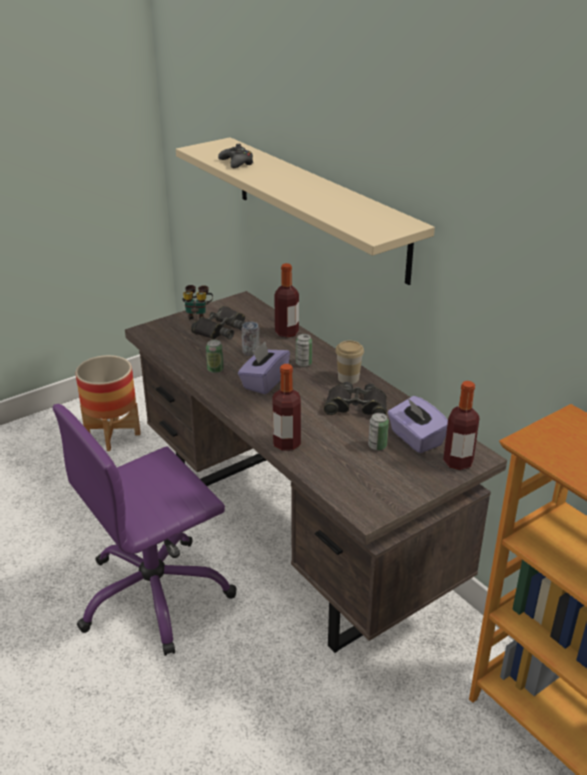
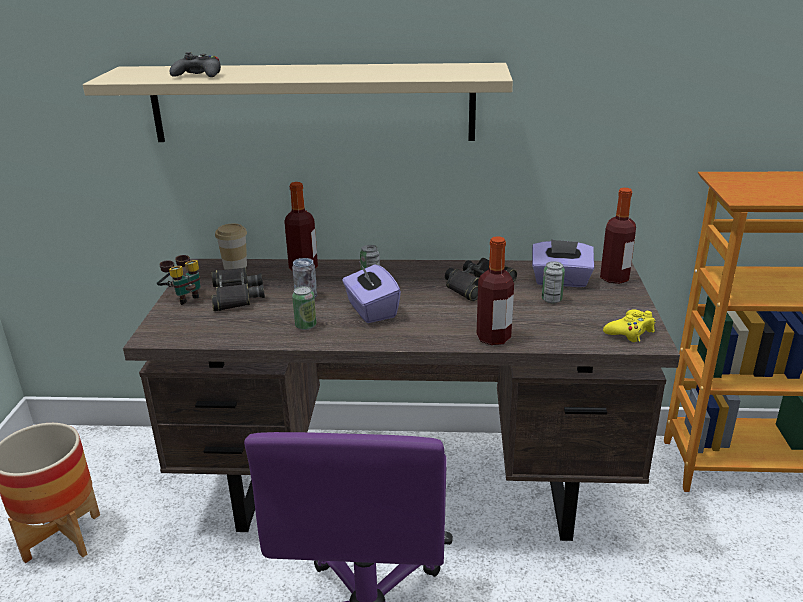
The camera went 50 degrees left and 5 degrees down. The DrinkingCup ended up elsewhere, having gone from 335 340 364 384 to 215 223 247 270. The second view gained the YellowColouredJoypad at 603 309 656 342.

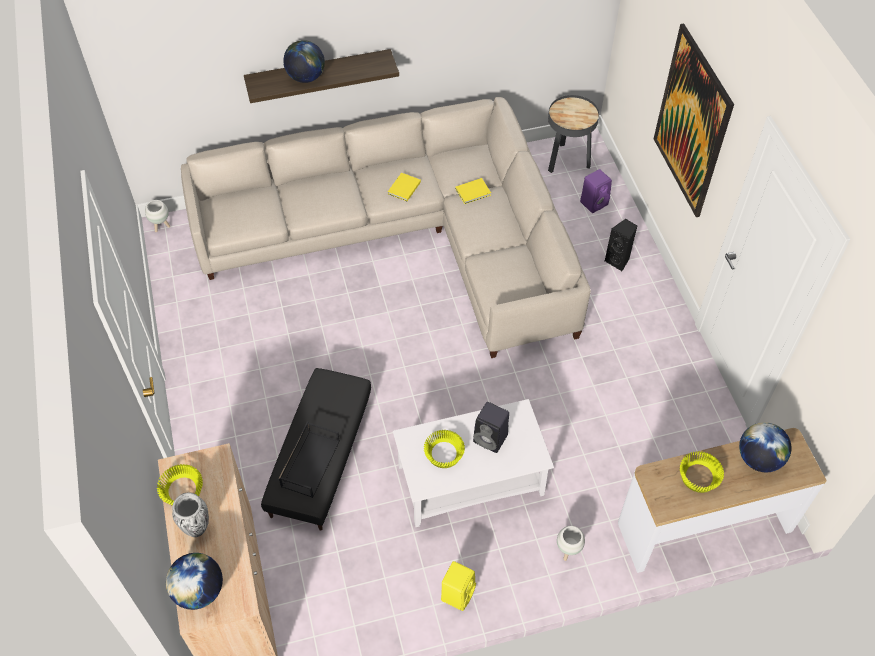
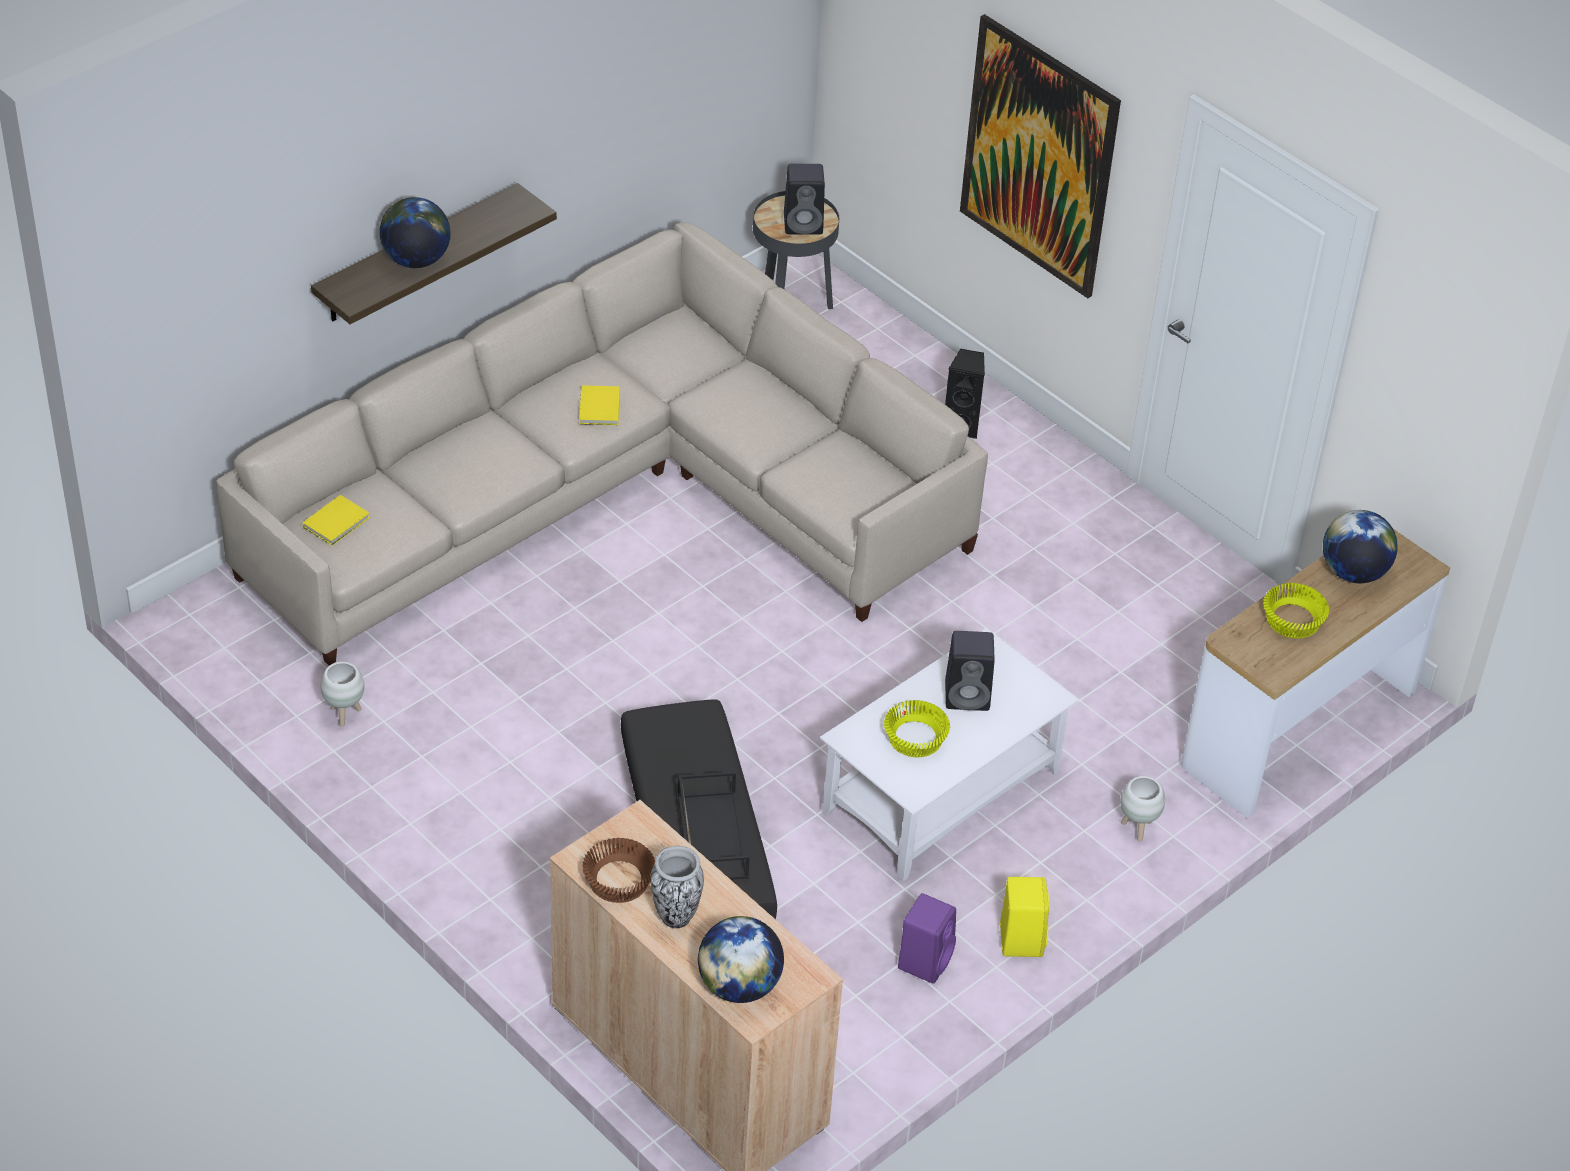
The camera went 30 degrees left and 10 degrees down. The PurpleSpeaker ended up elsewhere, having gone from 580 169 612 213 to 898 893 956 984. The YellowColouredBoundBook ended up elsewhere, having gone from 455 178 491 204 to 303 495 370 546. The WhitePlanter ended up elsewhere, having gone from 145 200 170 232 to 321 662 364 727. What was the YellowColouredDeepDish at 157 464 203 506 turned into the BrownDeepDish at 582 838 655 903. The second view gained the BlackSpeaker at 784 164 825 235.

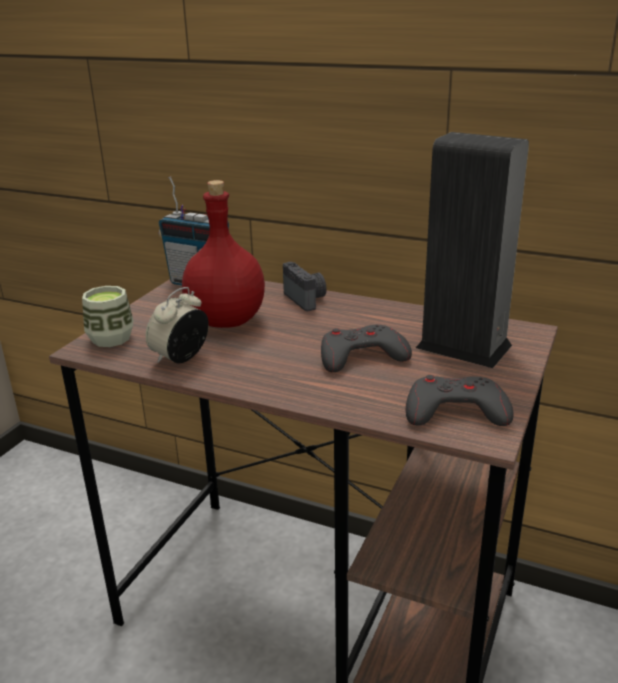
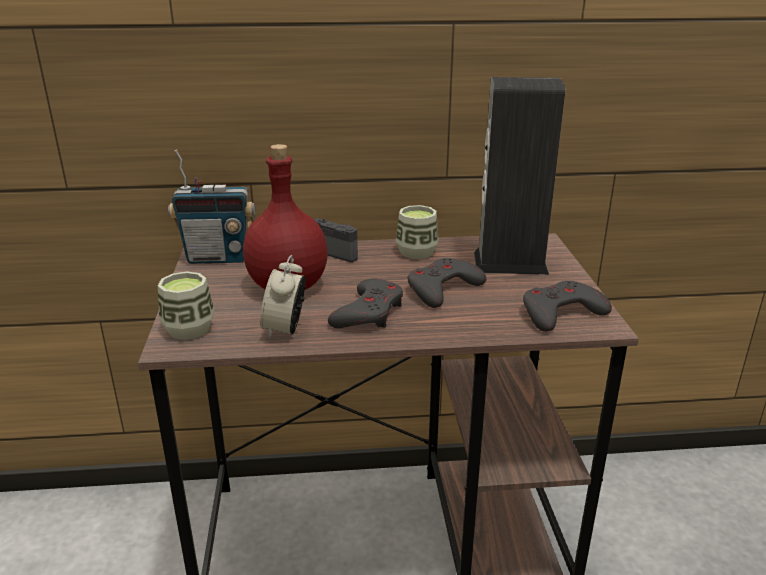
The camera went 30 degrees left and 0 degrees up. The second view gained the DrinkingCup at 396 205 438 259. The second view gained the GreyishJoypad at 328 279 403 328.

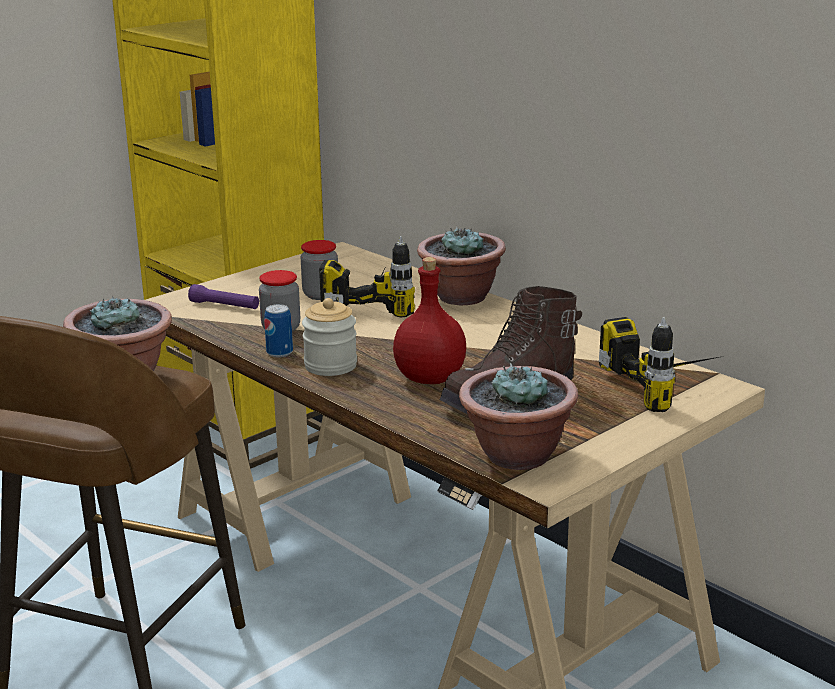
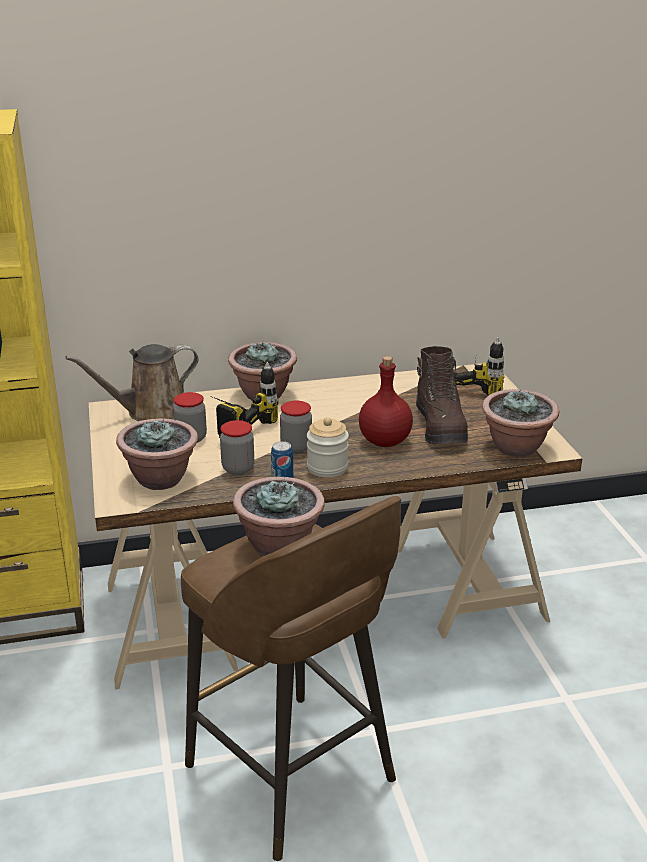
The camera went 60 degrees left and 5 degrees up. Where the PurpleTorch stood at 188 284 259 309, the PottedPlant came to stand at 116 418 198 490. The second view gained the BrownSprinklingCan at 65 344 198 421. The second view gained the Jar at 280 401 312 453.

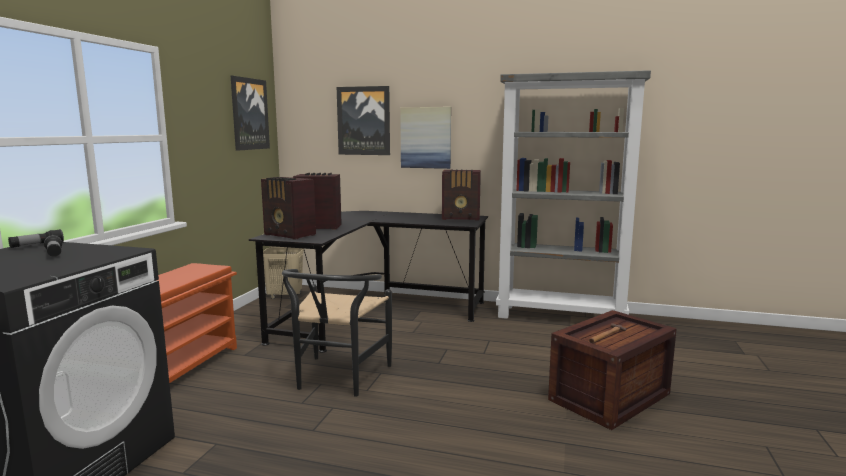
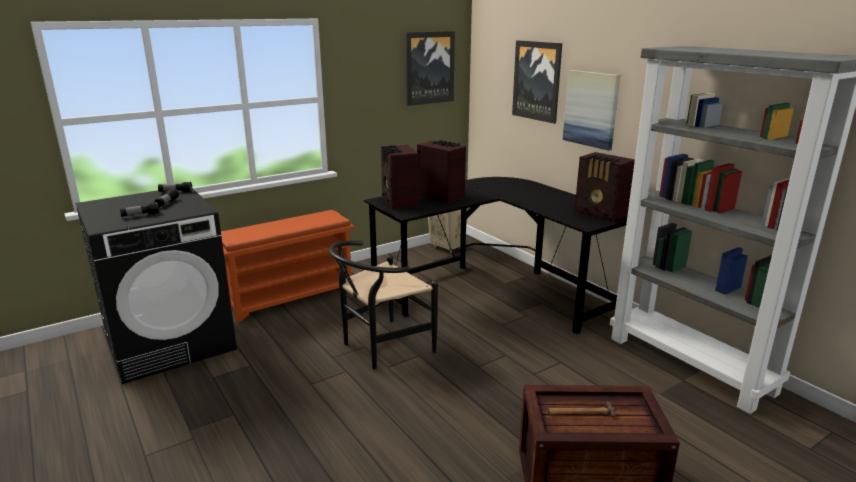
The camera went 40 degrees right and 10 degrees up. The second view gained the Torch at 120 202 159 217.

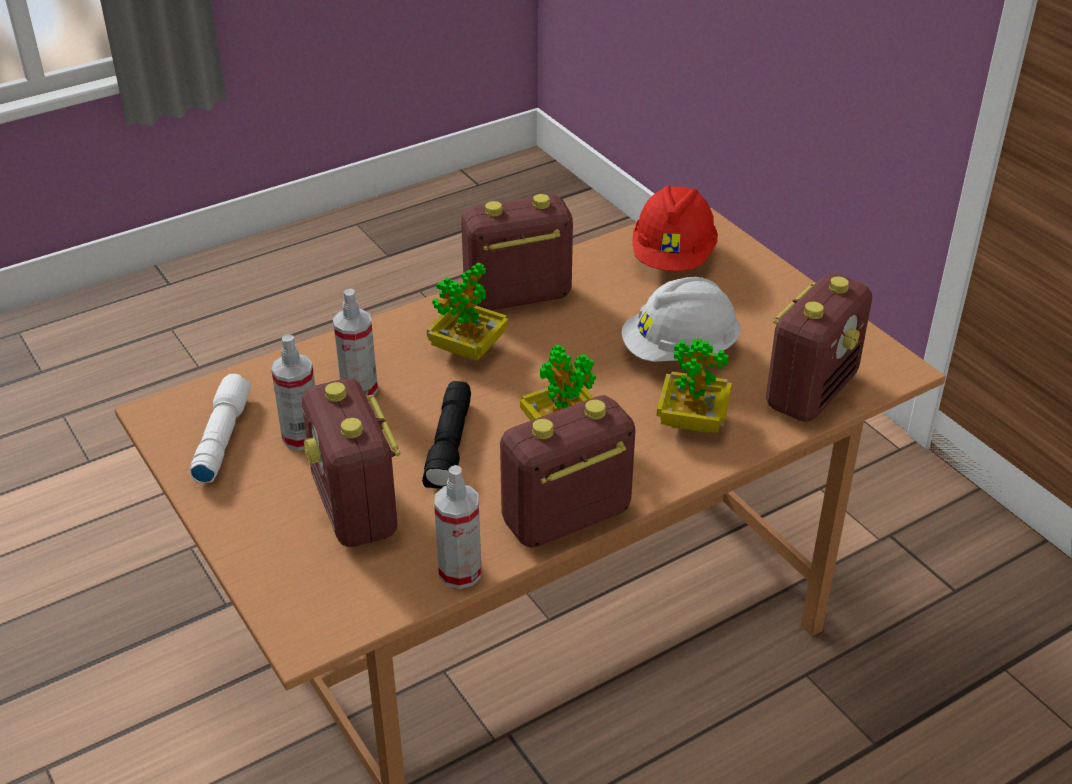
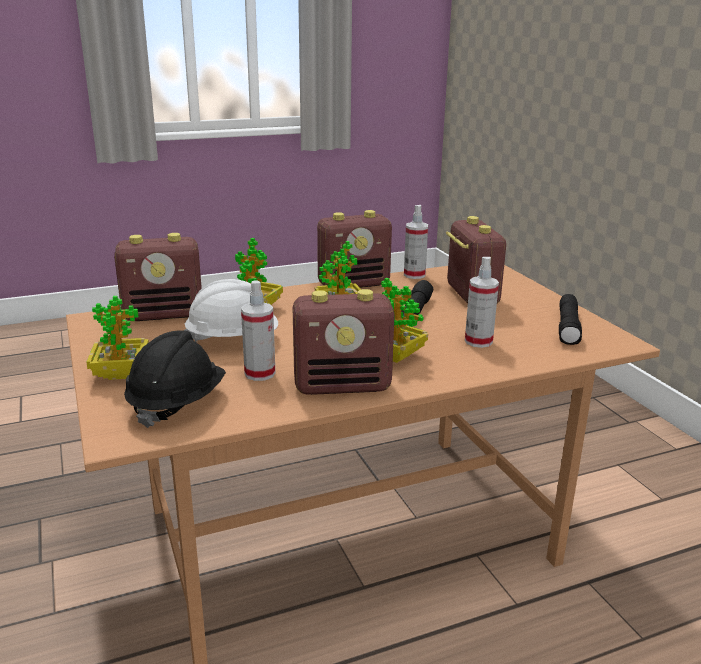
The camera went 170 degrees left and 15 degrees down. What was the ReddishWorkHelmet at 632 185 718 271 turned into the BlackWorkHelmet at 124 330 226 428. The Radio at 766 273 872 422 ended up facing another way, 150 degrees counterclockwise from before. The HandSprayer ended up elsewhere, having gone from 271 334 315 451 to 241 280 275 381. What was the WhiteTorch at 190 374 251 483 turned into the BlackTorch at 559 294 582 345. The second view gained the PottedPlant at 86 296 149 380.

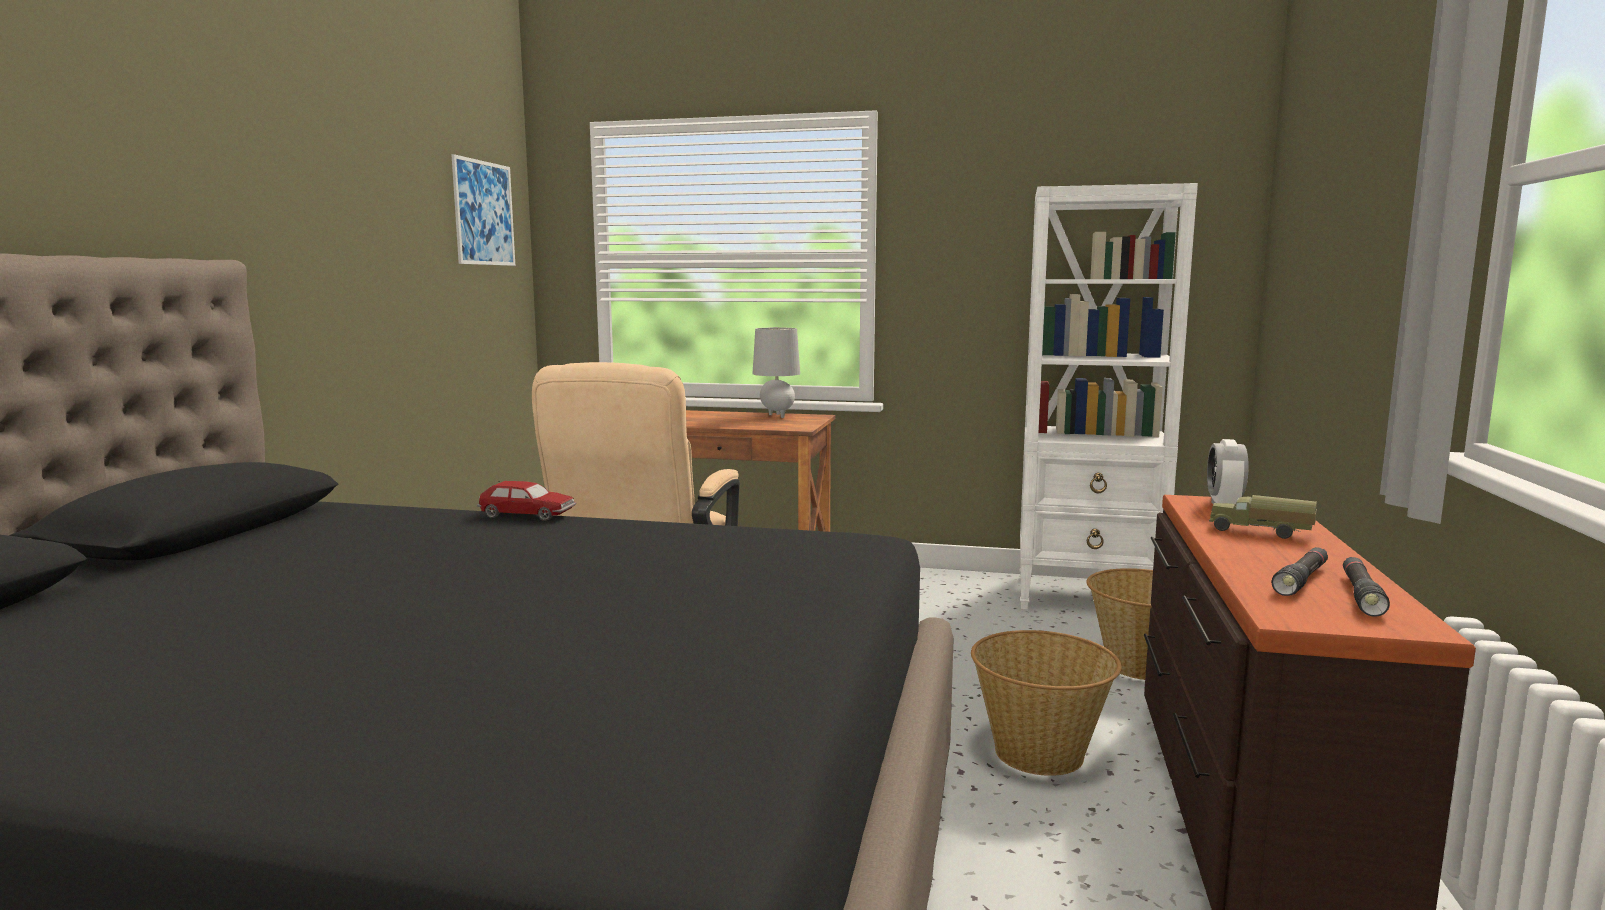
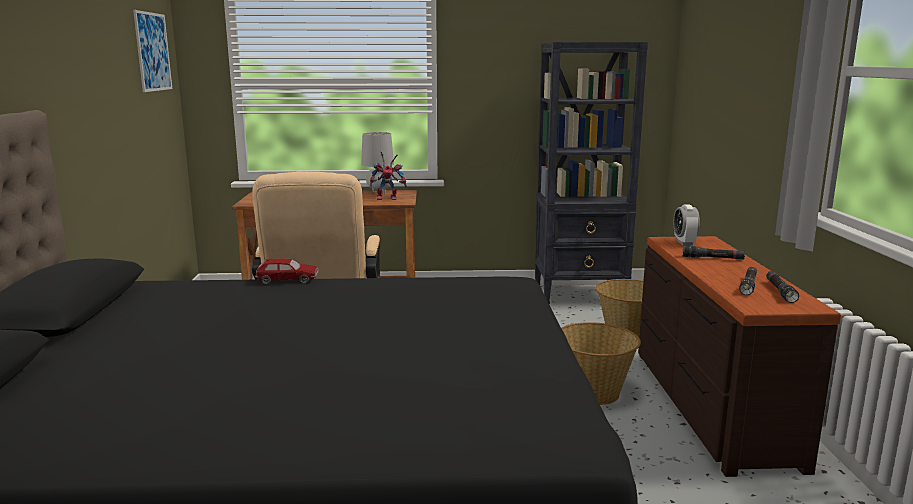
The camera went 15 degrees left and 5 degrees up. What was the WhiteBookshelf at 1020 183 1198 609 turned into the BlackBookshelf at 535 42 648 304. Where the ToyTruck stood at 1209 495 1317 539, the BlackTorch came to stand at 682 246 745 259. The second view gained the ModelRobot at 370 151 407 200.

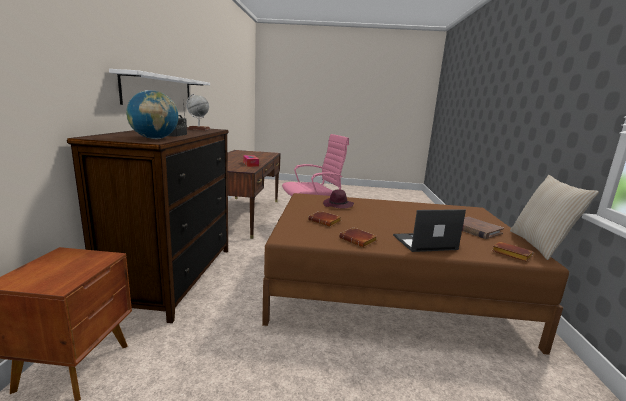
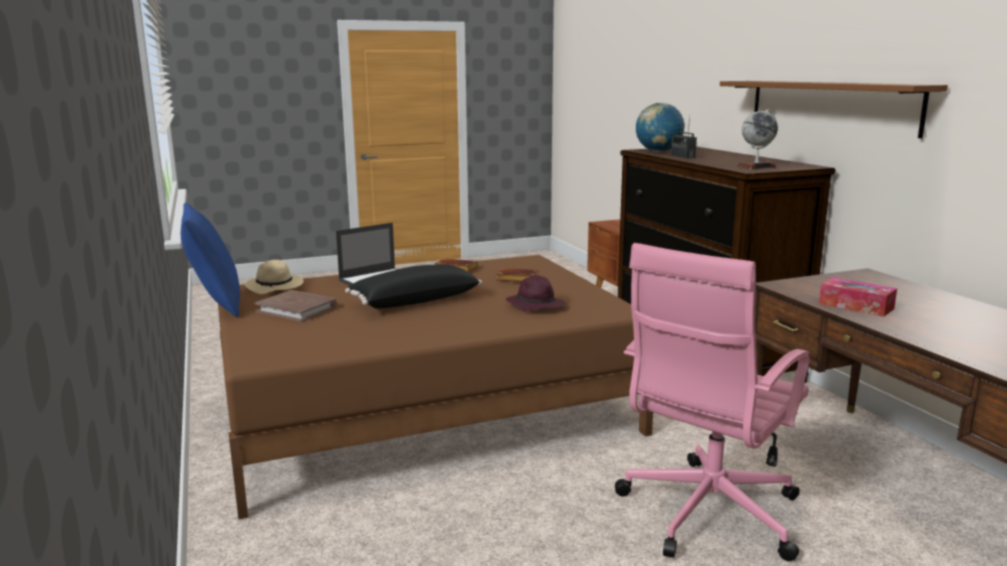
The camera went 155 degrees right and 0 degrees up. What was the WhiteWallShelf at 109 69 210 105 turned into the BrownWallShelf at 720 81 948 138. What was the BeigeColouredCushion at 510 175 599 260 turned into the BlueCushion at 181 203 240 317. Where the BrownBoundBook stood at 492 242 534 262, the BeigeColouredWearableHat came to stand at 245 260 303 294. The second view gained the BlackCushion at 345 265 482 309.

